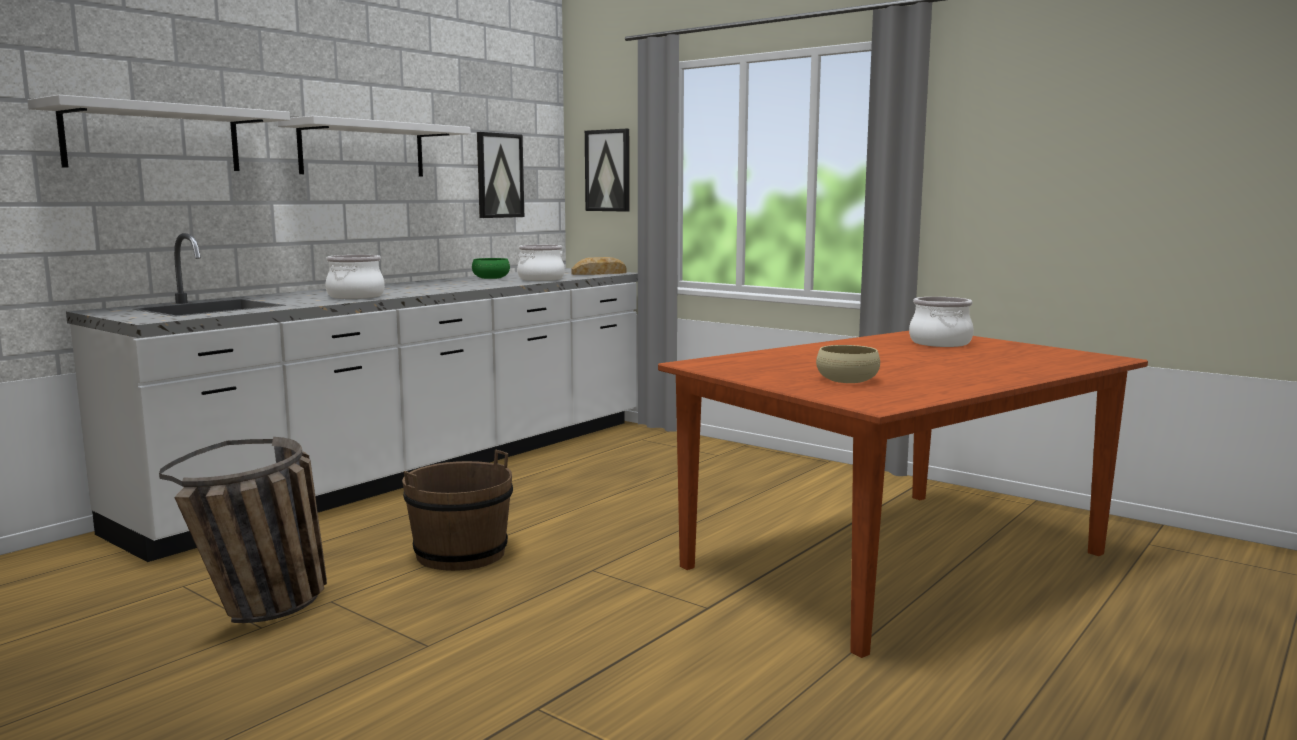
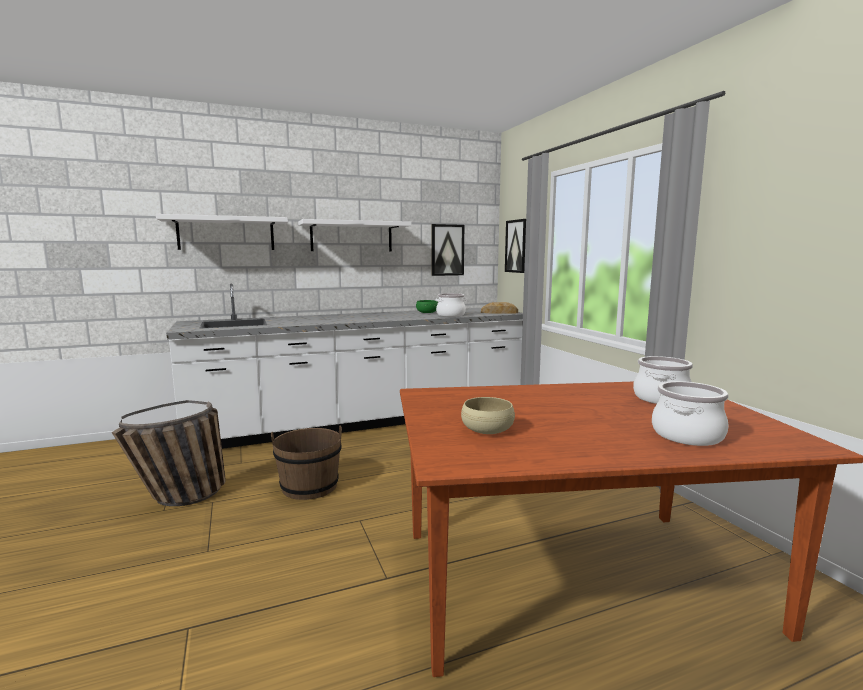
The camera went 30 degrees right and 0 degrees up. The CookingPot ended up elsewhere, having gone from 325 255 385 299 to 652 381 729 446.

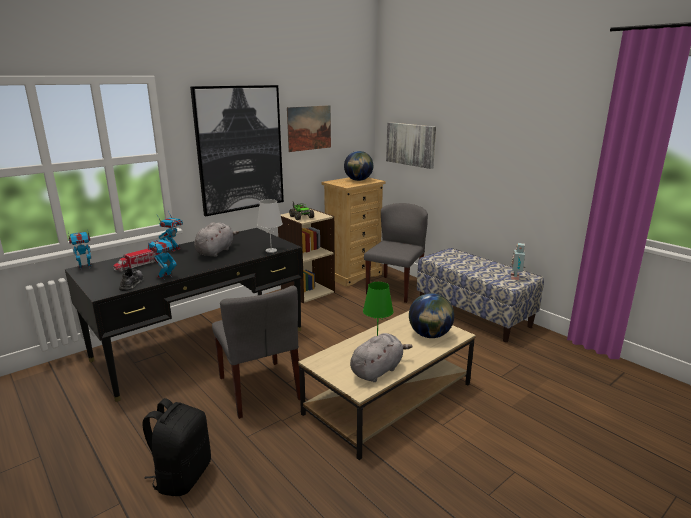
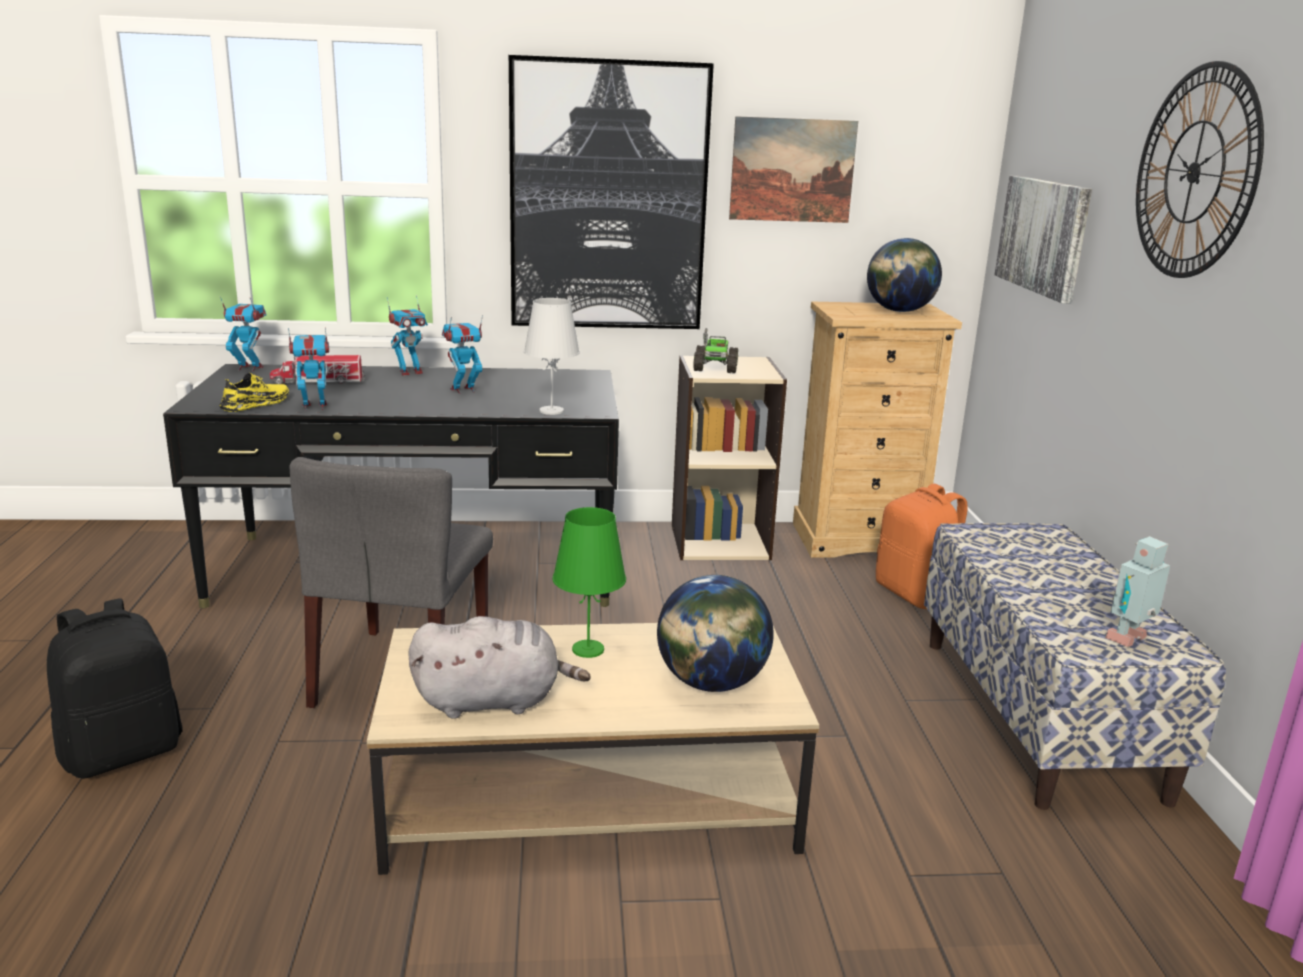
The camera went 35 degrees right and 0 degrees up. Where the GreyishUprightChair stood at 364 203 428 303, the OrangeKnapsack came to stand at 876 484 968 609. Where the GreyishSoftToy stood at 194 222 239 257, the ModelRobot came to stand at 442 315 483 394. What was the GreyishLowShoe at 119 268 144 291 turned into the YellowColouredLowShoe at 219 373 289 412. The second view gained the HangingClock at 1136 61 1264 278.

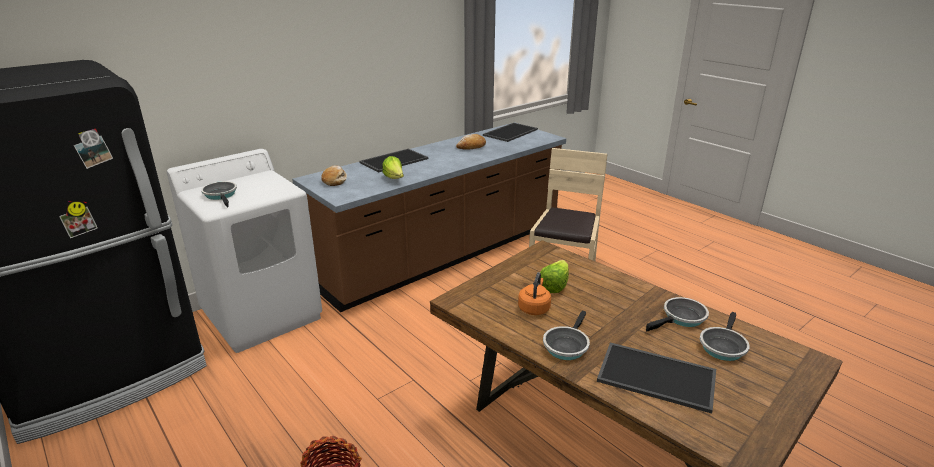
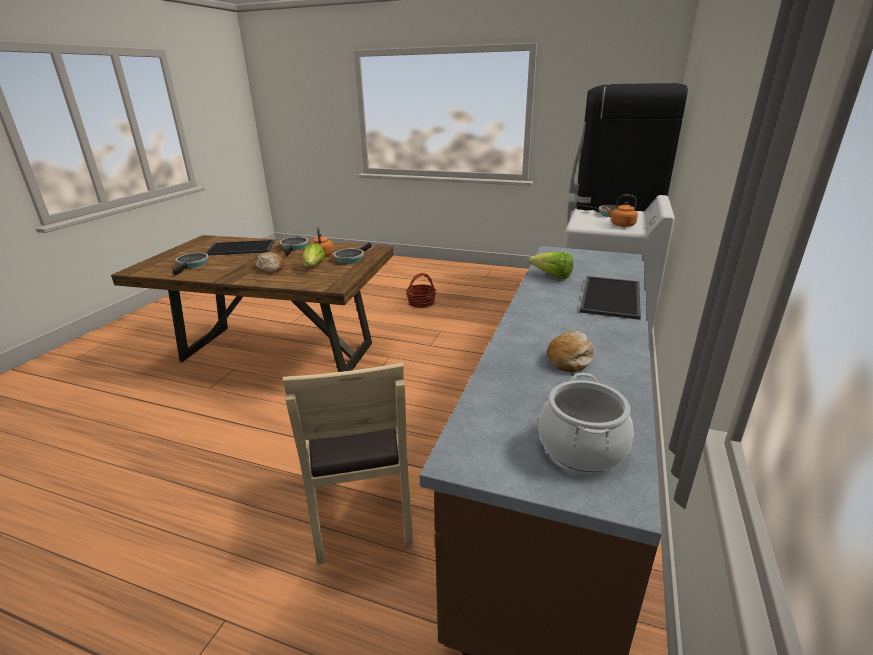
The camera went 150 degrees right and 0 degrees up. Where the Tray stood at 483 123 538 142, the CookingPot came to stand at 538 373 634 472. The Bread ended up elsewhere, having gone from 321 165 347 186 to 256 252 284 273. The FryingPan ended up elsewhere, having gone from 646 297 709 332 to 333 243 371 264. The second view gained the OrangeWaterKettle at 606 195 638 227.

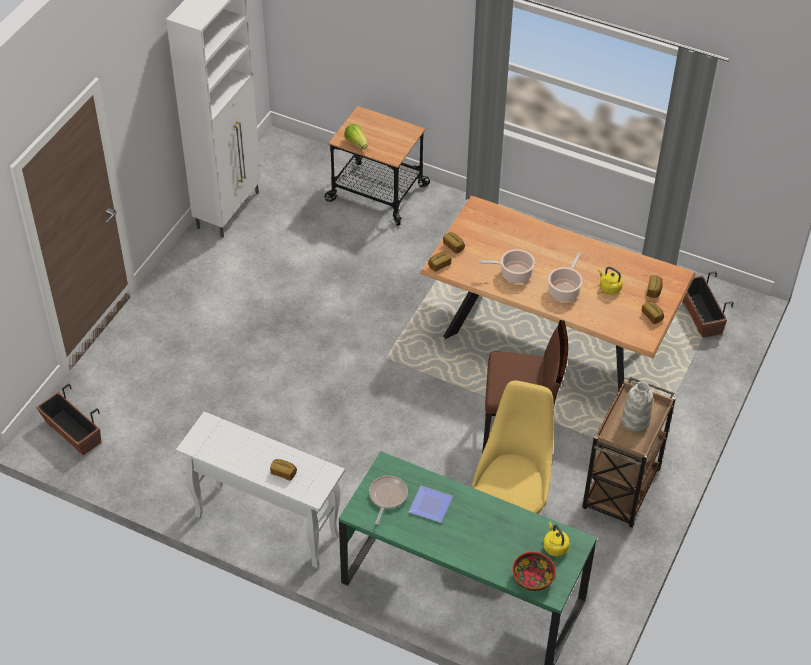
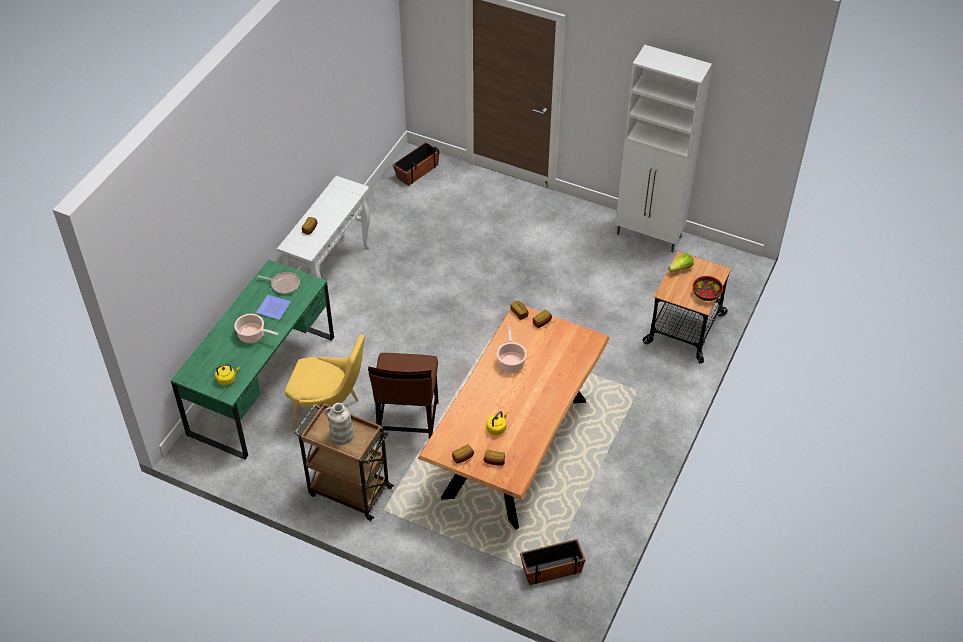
The camera went 90 degrees right and 0 degrees up. The CookingPot ended up elsewhere, having gone from 548 253 583 302 to 234 314 279 343. The DeepDish ended up elsewhere, having gone from 512 552 556 591 to 693 276 723 301.

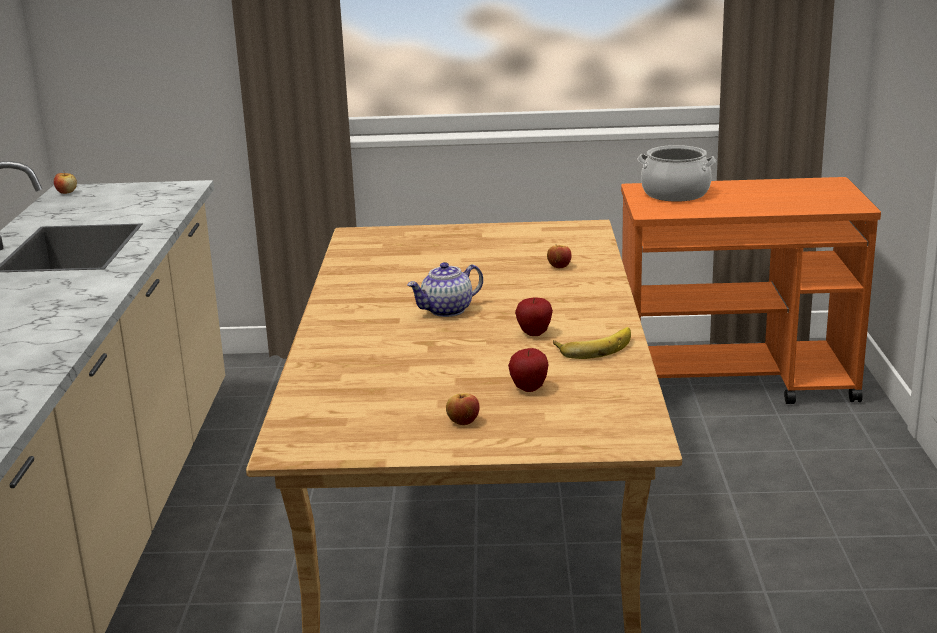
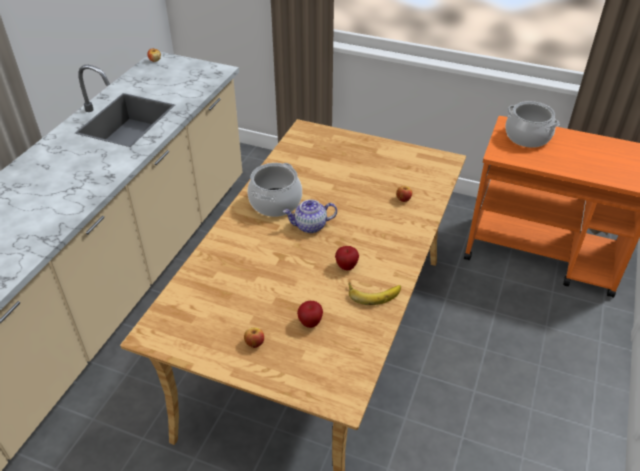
The camera went 20 degrees right and 20 degrees up. The second view gained the CookingPot at 247 163 302 217.

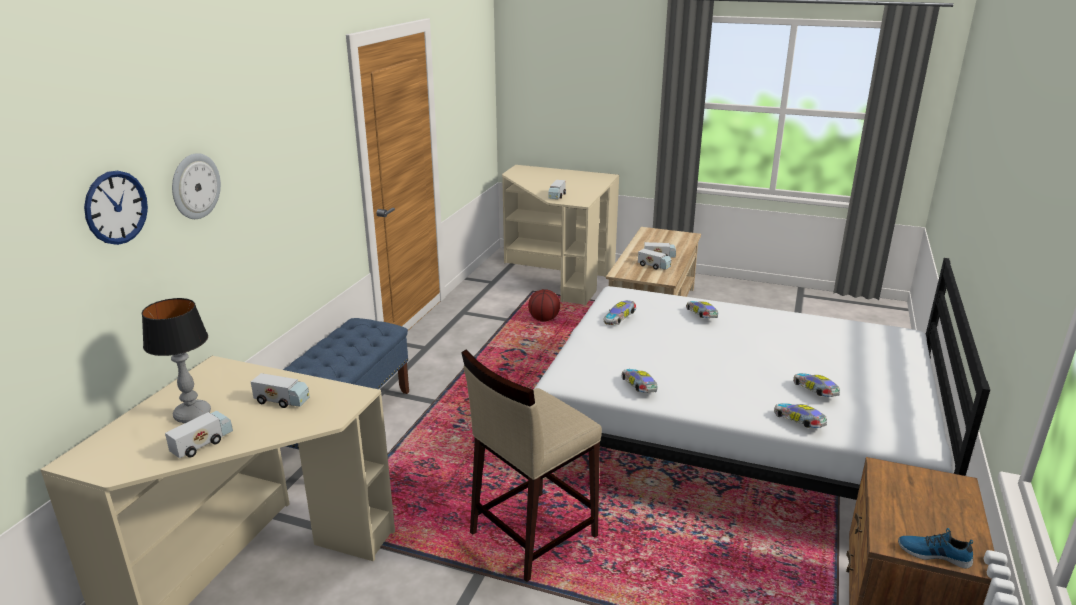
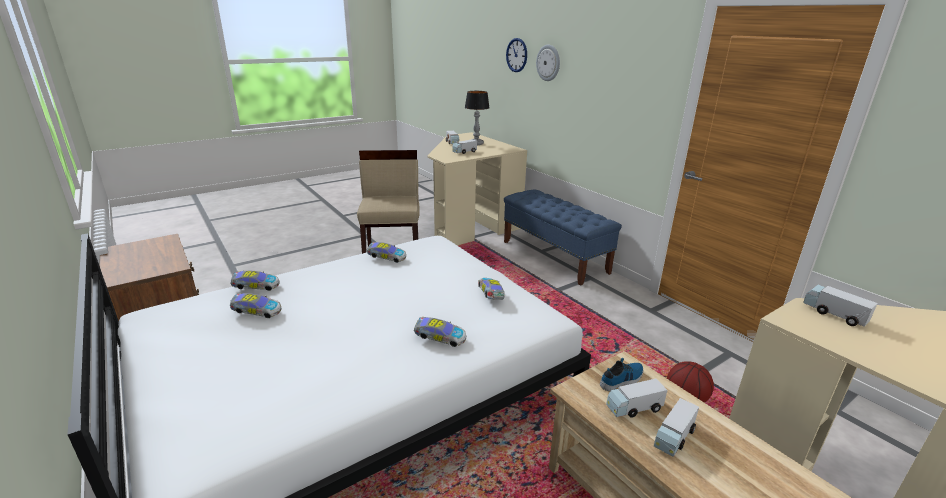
The camera went 125 degrees right and 0 degrees up. The LowShoe ended up elsewhere, having gone from 898 528 973 569 to 600 358 643 391.

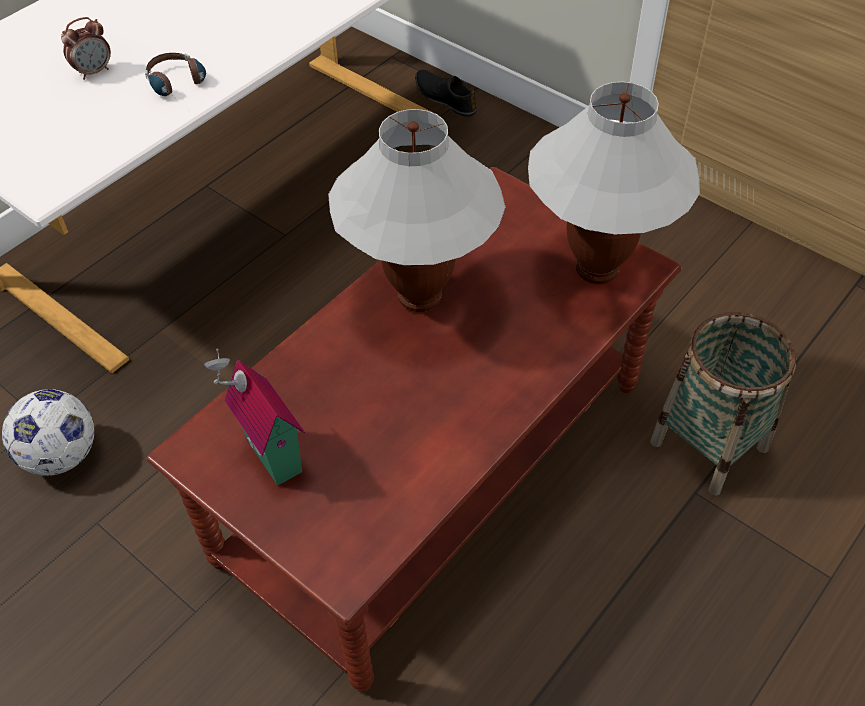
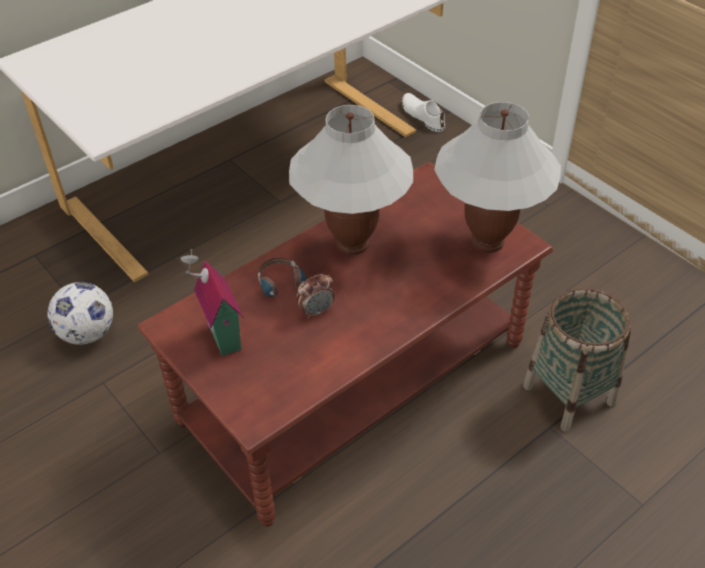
The camera went 10 degrees right and 5 degrees down. The AlarmClock ended up elsewhere, having gone from 61 17 111 80 to 296 274 335 319. The PairOfHeadphones ended up elsewhere, having gone from 145 53 206 102 to 258 258 307 305. What was the BlackLowShoe at 415 70 477 117 turned into the WhiteLowShoe at 402 93 445 132.

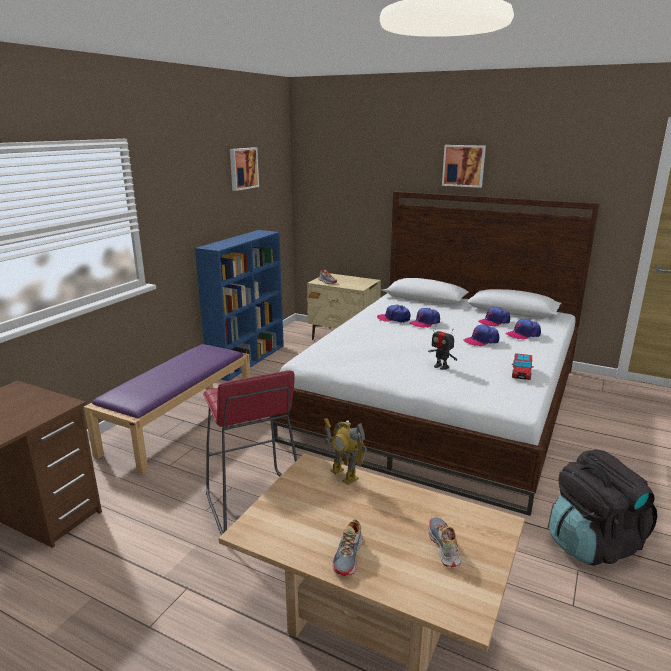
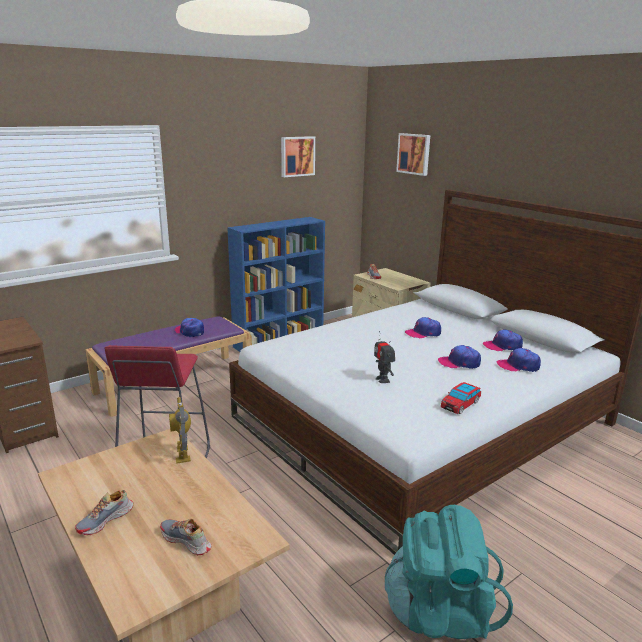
The camera went 25 degrees right and 0 degrees up. The Picture ended up elsewhere, having gone from 442 145 486 188 to 396 133 430 176. The PeakedCap ended up elsewhere, having gone from 377 305 410 322 to 175 318 204 337. What was the BlackKnapsack at 550 449 657 566 turned into the TurquoiseKnapsack at 385 505 513 639. The LowShoe at 428 518 461 567 ended up facing another way, 75 degrees counterclockwise from before.

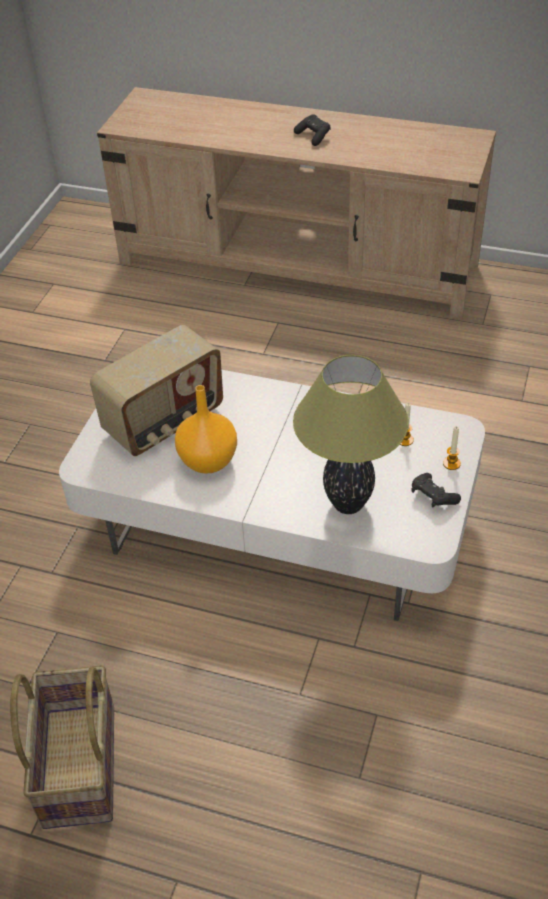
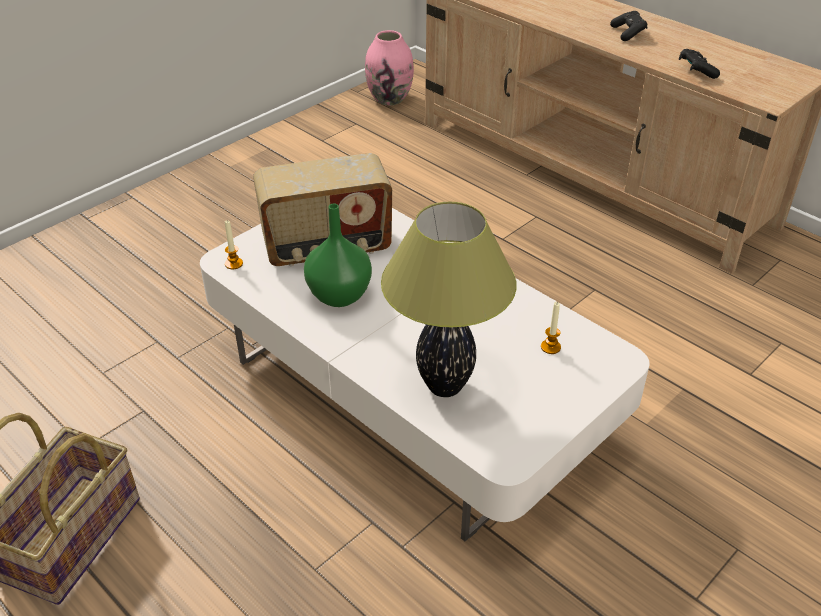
The camera went 25 degrees right and 5 degrees down. What was the OrangeDecorativeVase at 175 385 237 474 turned into the GreenishDecorativeVase at 304 204 372 307. The WaxCandle ended up elsewhere, having gone from 443 426 461 470 to 225 220 243 270. The BlackJoypad ended up elsewhere, having gone from 412 473 461 507 to 679 49 720 79. The second view gained the PinkDecorativeVase at 365 30 414 106.

